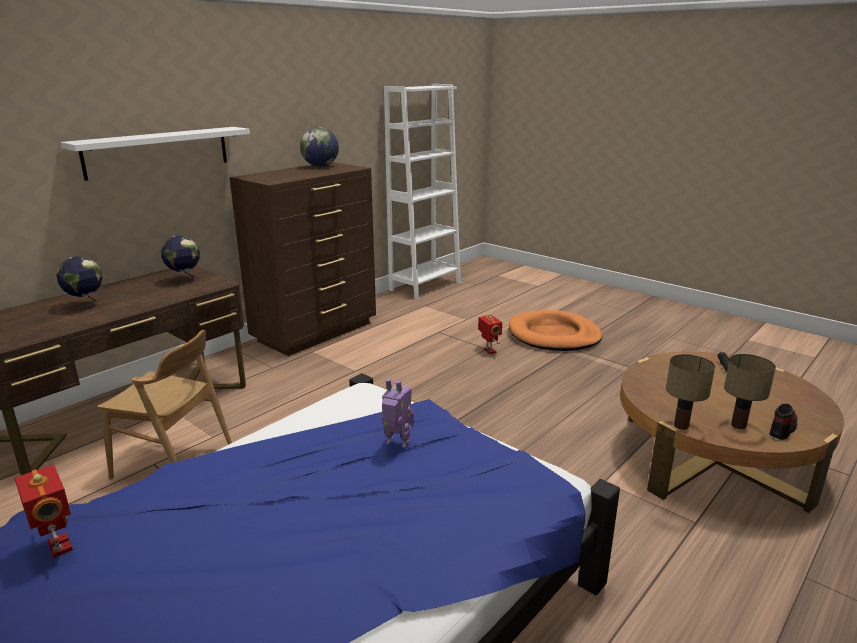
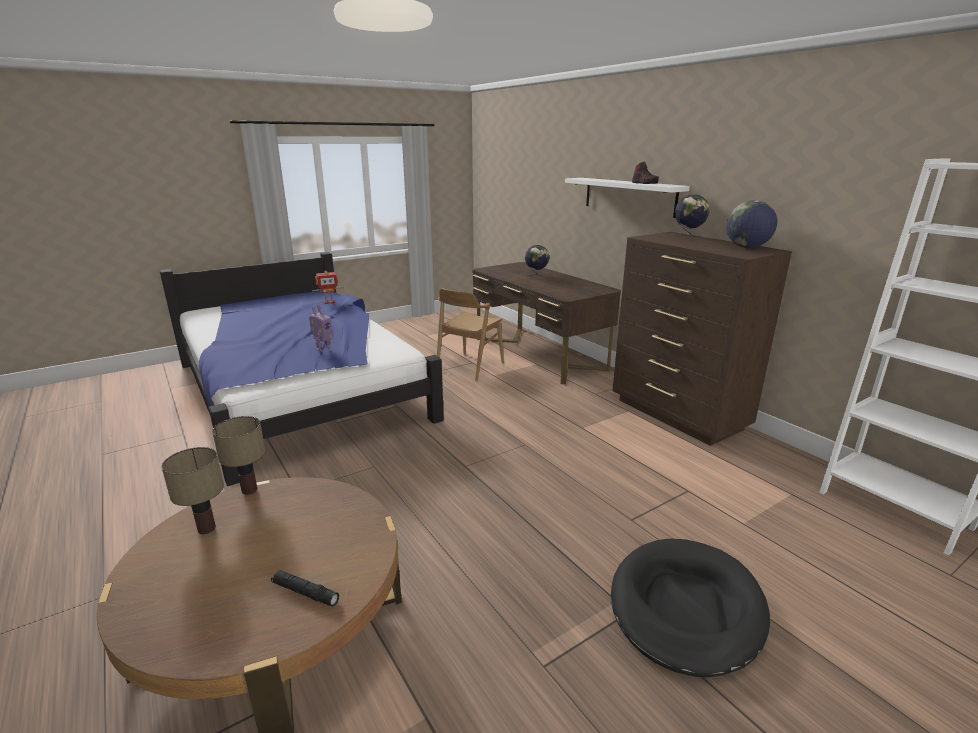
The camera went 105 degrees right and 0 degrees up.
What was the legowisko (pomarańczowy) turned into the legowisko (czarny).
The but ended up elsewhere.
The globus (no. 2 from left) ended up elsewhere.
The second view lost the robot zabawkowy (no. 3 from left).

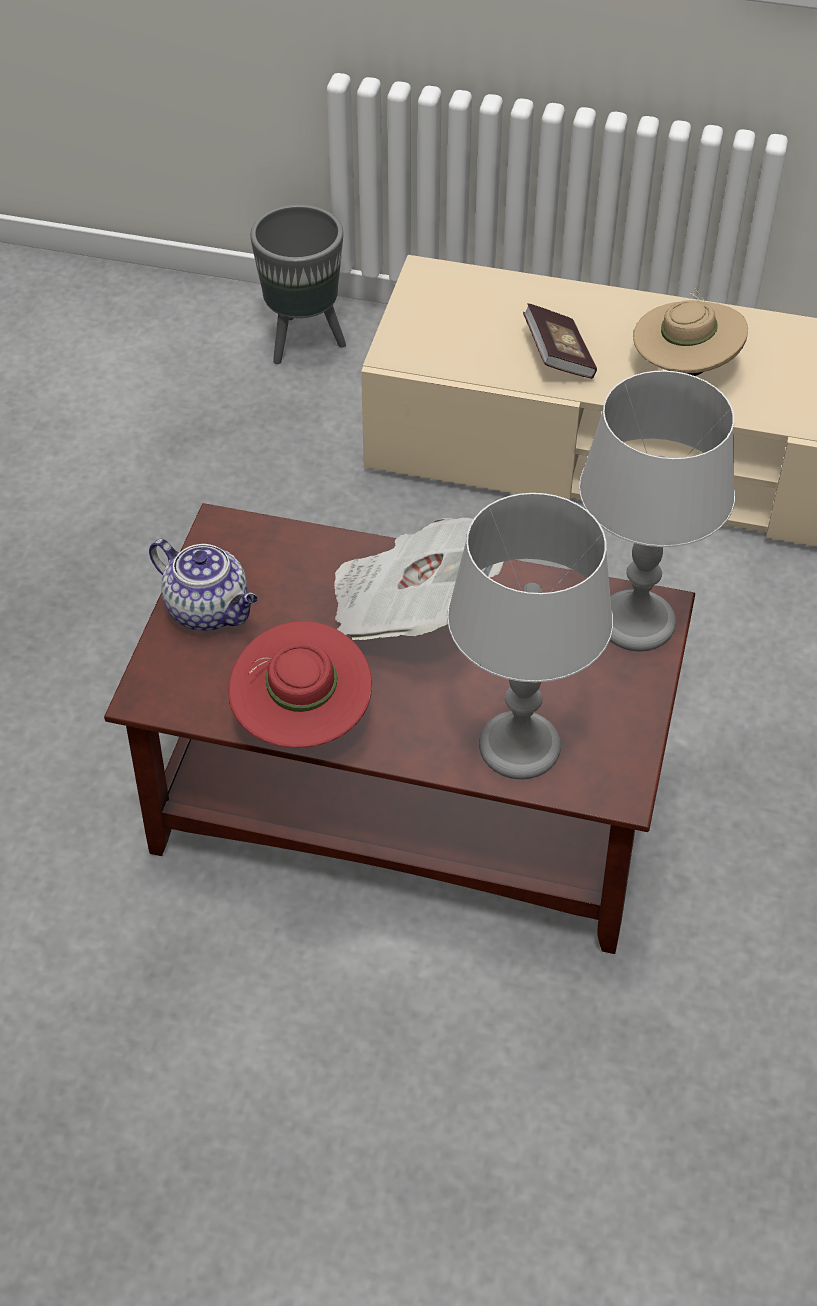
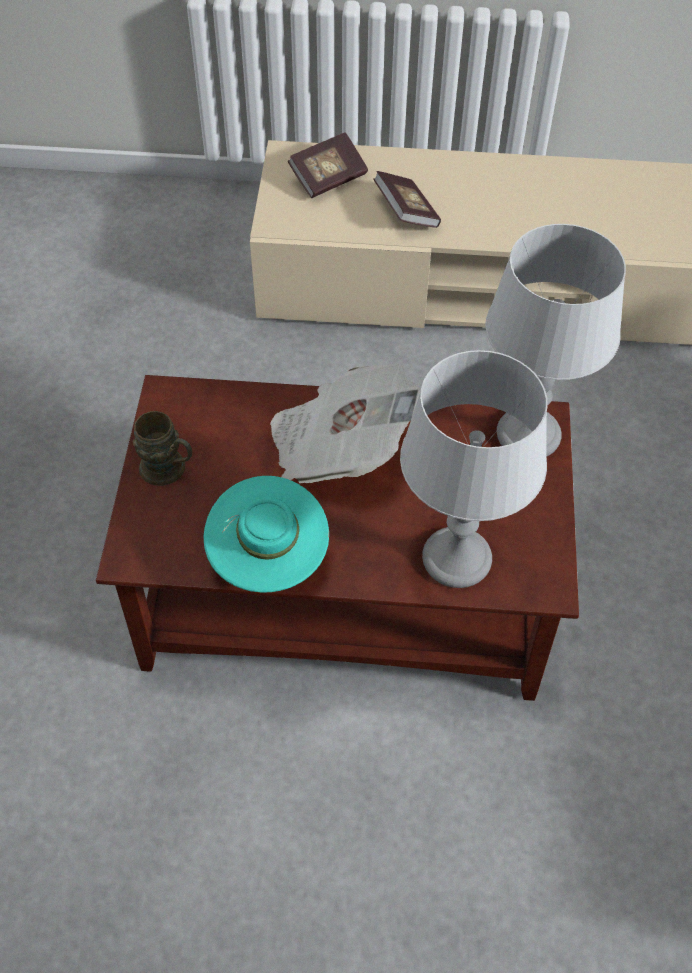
The camera went 10 degrees left and 5 degrees up.
Where the imbryk stood, the kubek (brązowy) came to stand.
What was the kapelusz (czerwony) turned into the kapelusz (turkusowy).
The second view gained the książka (no. 1 from left).
The second view lost the donica (szary).
The second view lost the kapelusz (beżowy).

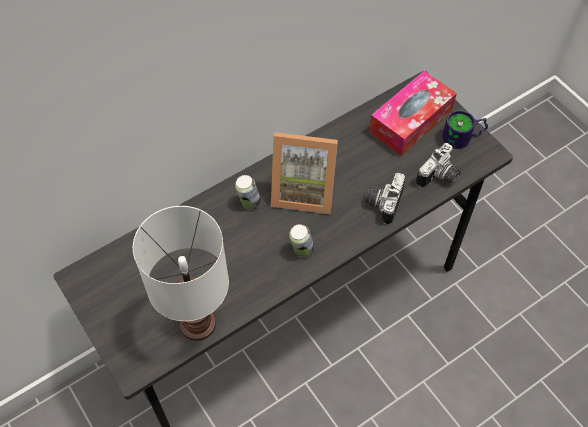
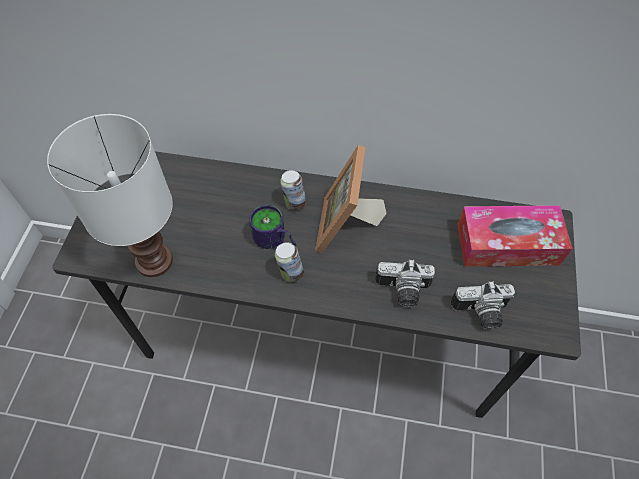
The camera went 45 degrees right and 0 degrees up.
The kubek ended up elsewhere.
The ramka na zdjęcie ended up facing another way, 45 degrees clockwise from before.
The aparat fotograficzny (no. 1 from left) ended up facing another way, 150 degrees counterclockwise from before.

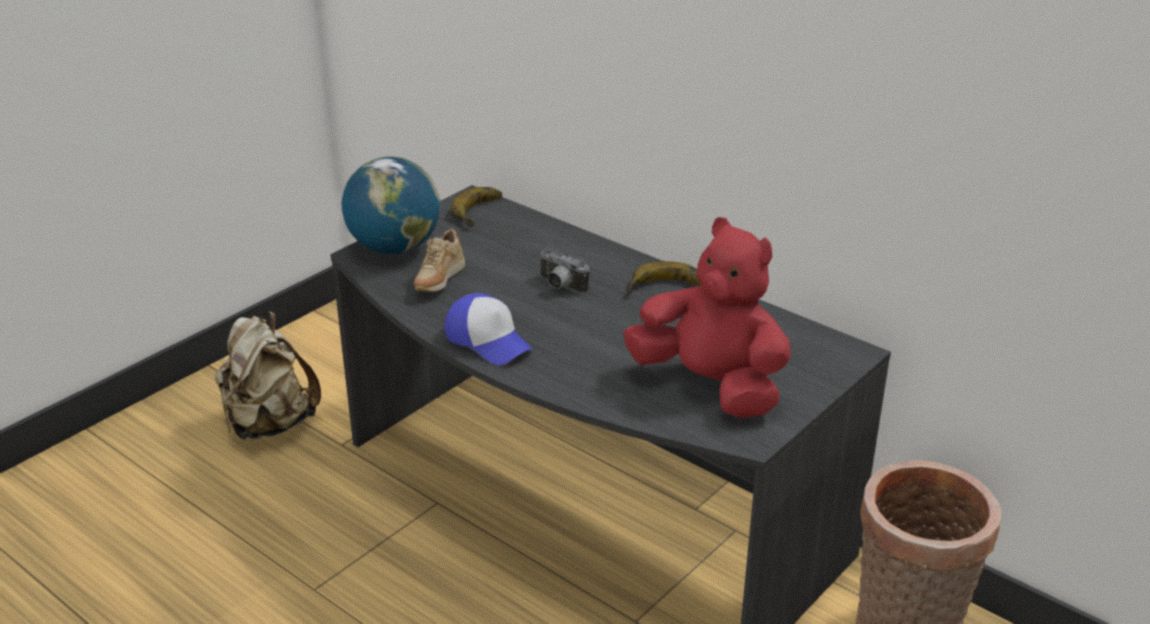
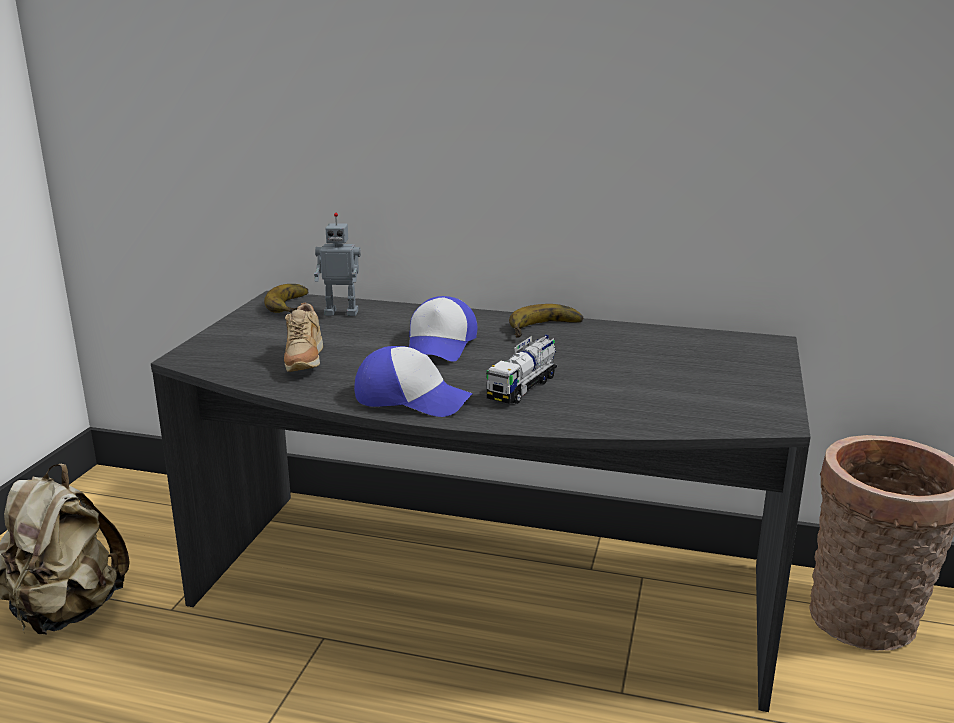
The camera went 25 degrees left and 10 degrees down.
The second view gained the robot zabawkowy.
Where the aparat fotograficzny stood, the czapka z daszkiem (no. 2 from left) came to stand.
The second view gained the ciężarówka zabawkowa.
The second view lost the globus.
The second view lost the pluszak (czerwony).

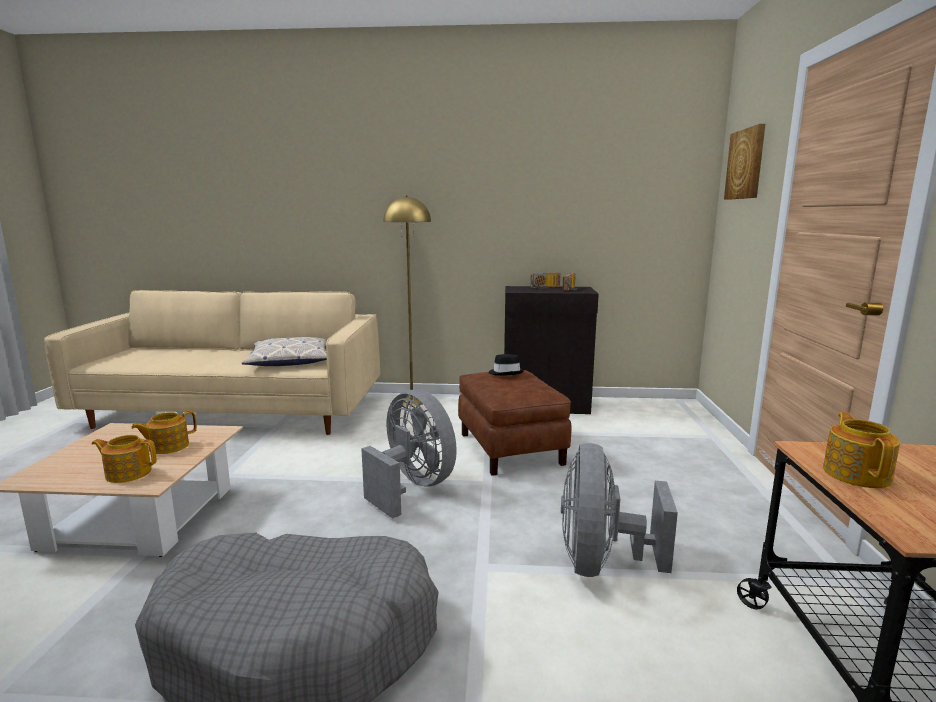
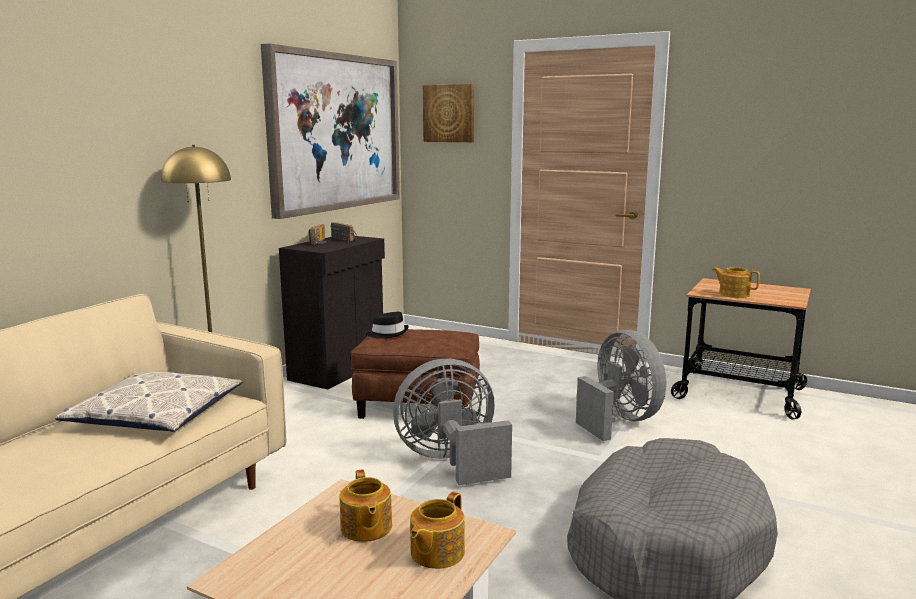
The camera went 65 degrees left and 0 degrees up.
The second view gained the obraz (no. 1 from left).
The wentylator (szary) (no. 2 from left) ended up facing another way, 150 degrees counterclockwise from before.

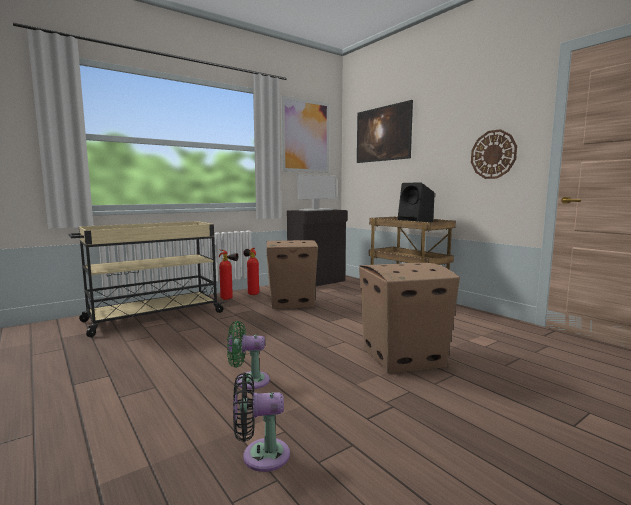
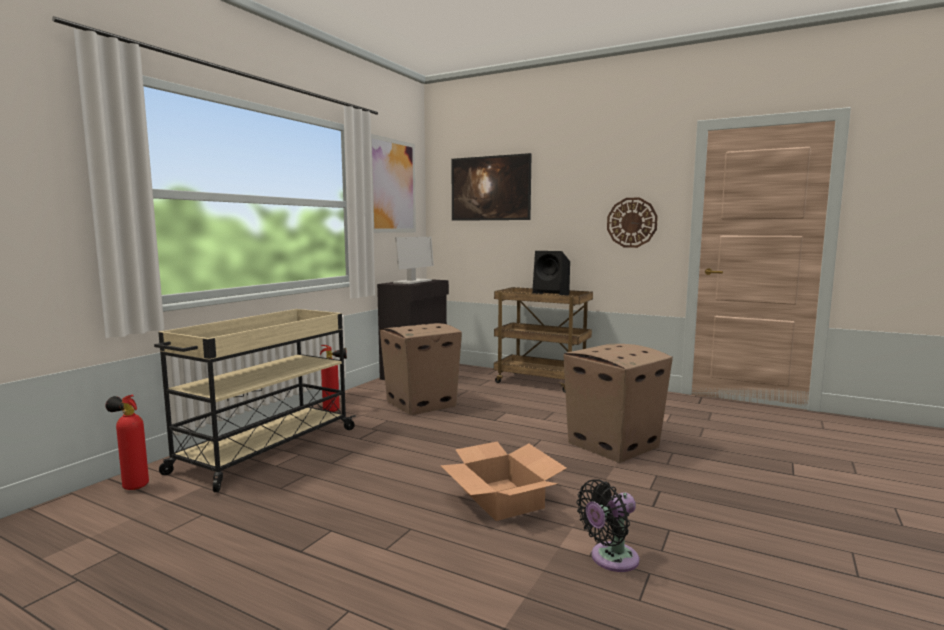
The camera went 25 degrees left and 0 degrees up.
The gaśnica (no. 2 from left in the first image) ended up elsewhere.
Where the wentylator (zielony) stood, the karton (no. 2 from left) came to stand.

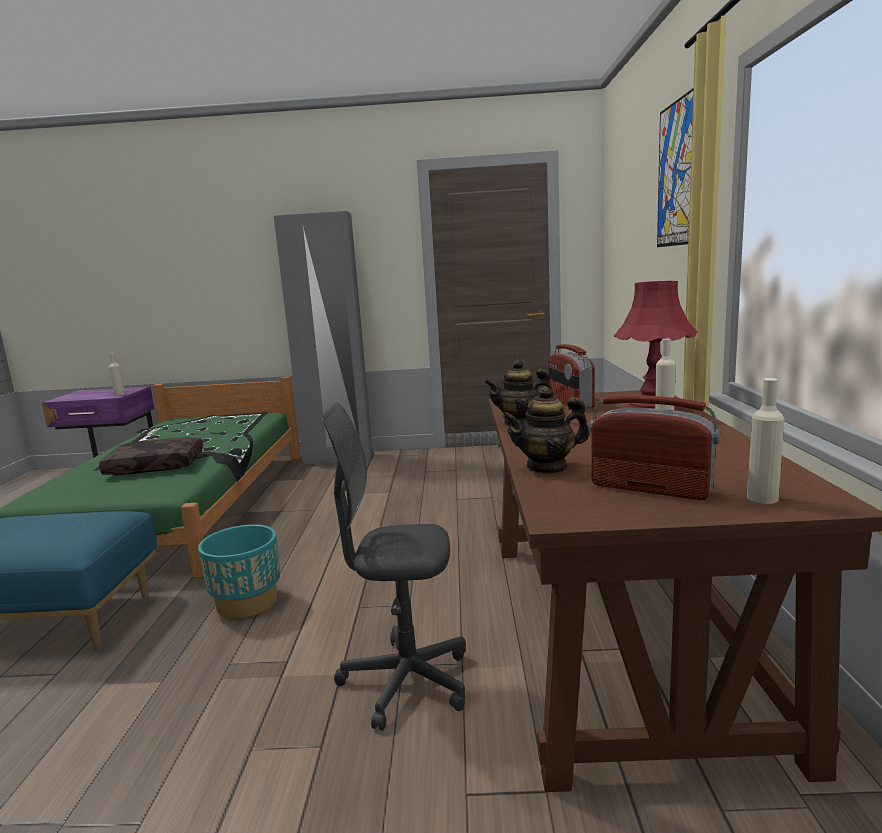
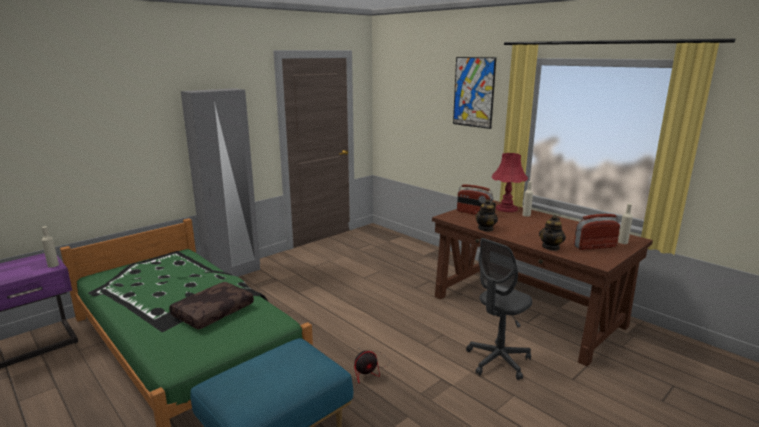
The camera went 45 degrees left and 5 degrees up.
Where the donica (turkusowy) stood, the wentylator came to stand.

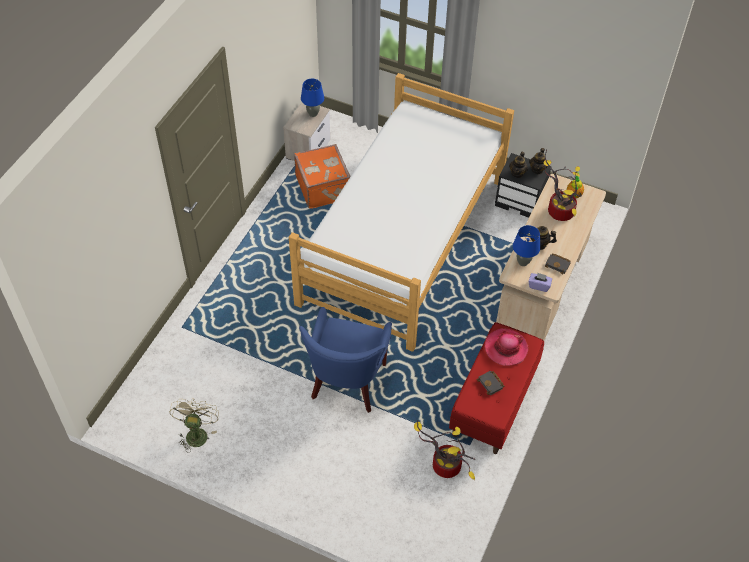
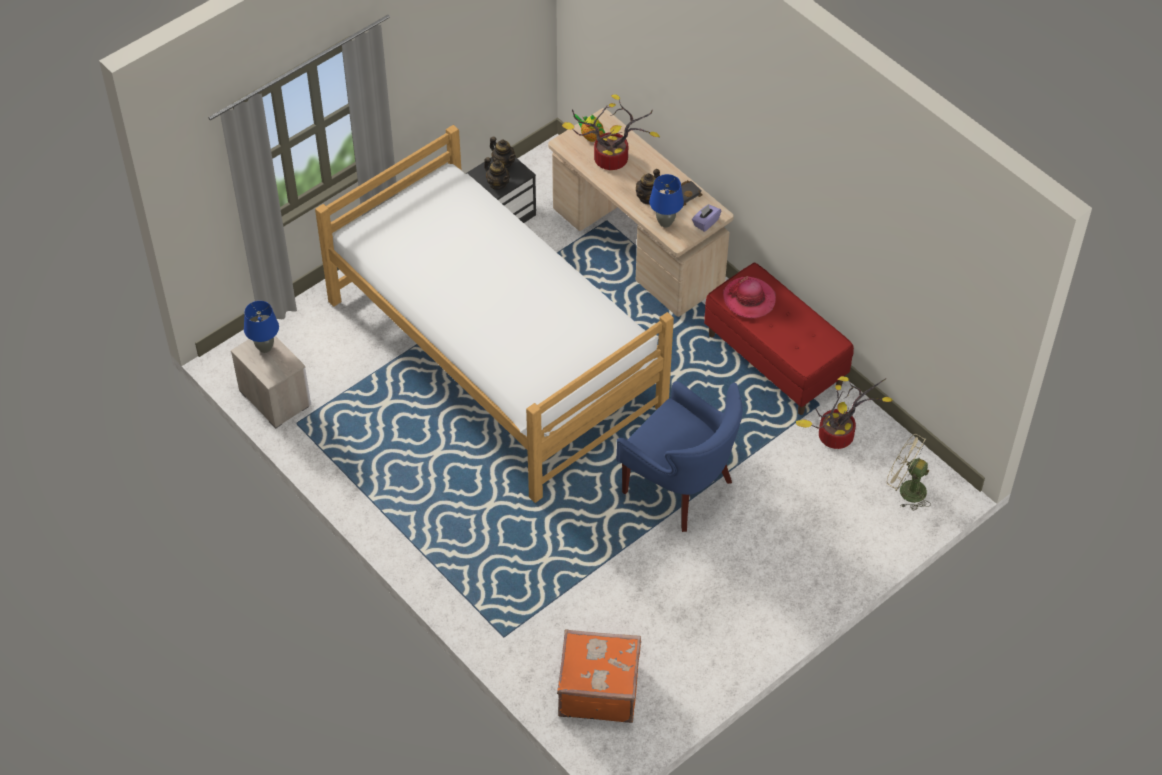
The camera went 65 degrees left and 0 degrees up.
The walizka (pomarańczowy) ended up elsewhere.
The wentylator (beżowy) ended up elsewhere.
The second view lost the książka (czarny) (no. 1 from left).

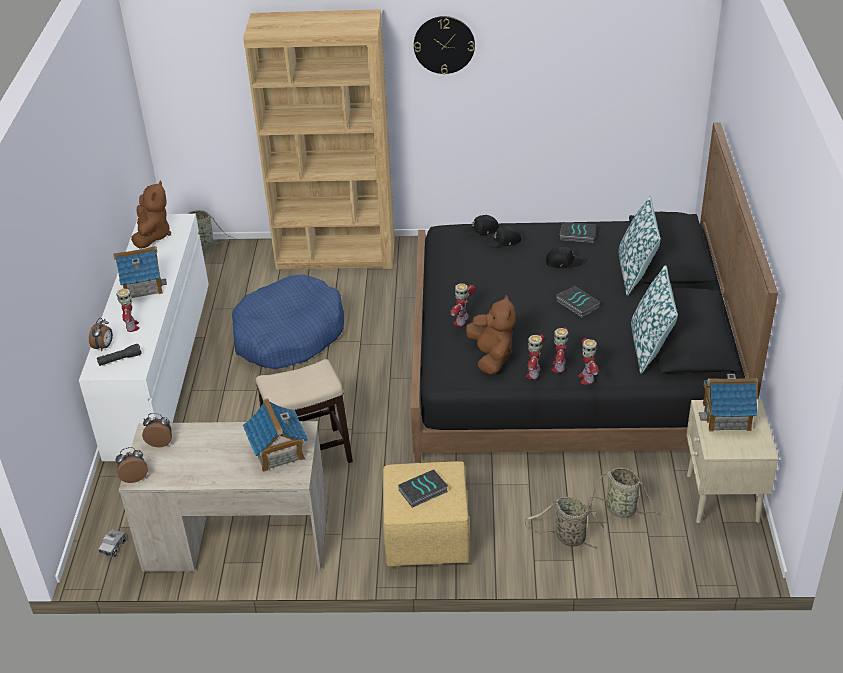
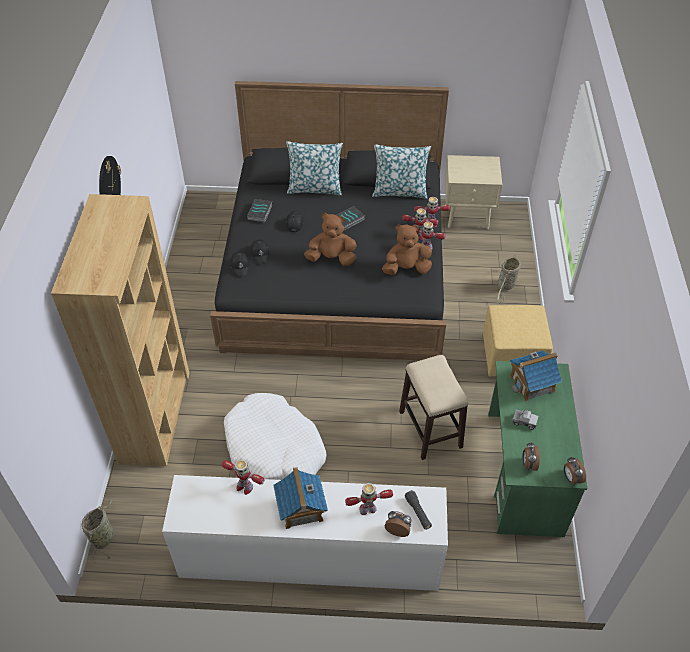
The camera went 90 degrees left and 10 degrees up.
The robot zabawkowy (no. 2 from left in the first image) ended up elsewhere.
What was the legowisko (niebieski) turned into the legowisko (biały).
The pluszak (brązowy) (no. 1 from left) ended up elsewhere.
What was the biurko (beżowy) turned into the biurko (zielony).
The ciężarówka zabawkowa ended up elsewhere.
The second view lost the książka (no. 1 from left).
The second view lost the koszyk (no. 3 from left).
The second view lost the domek (no. 3 from left).

